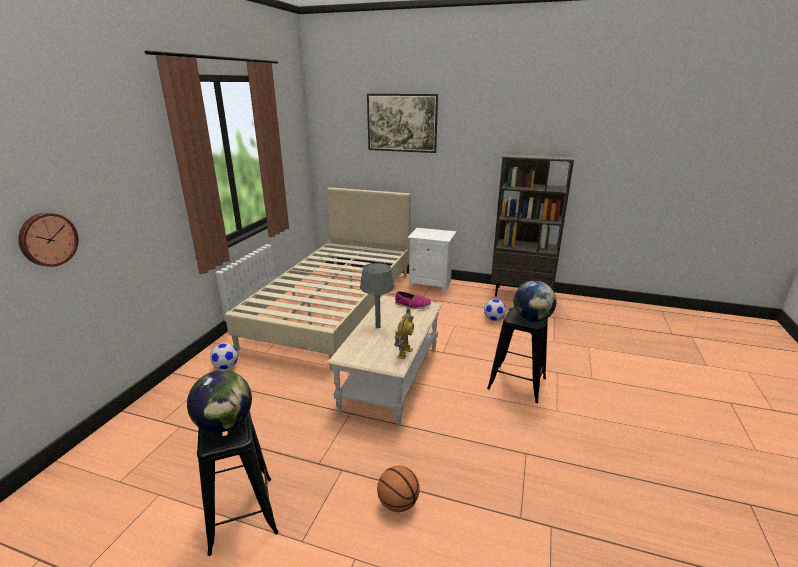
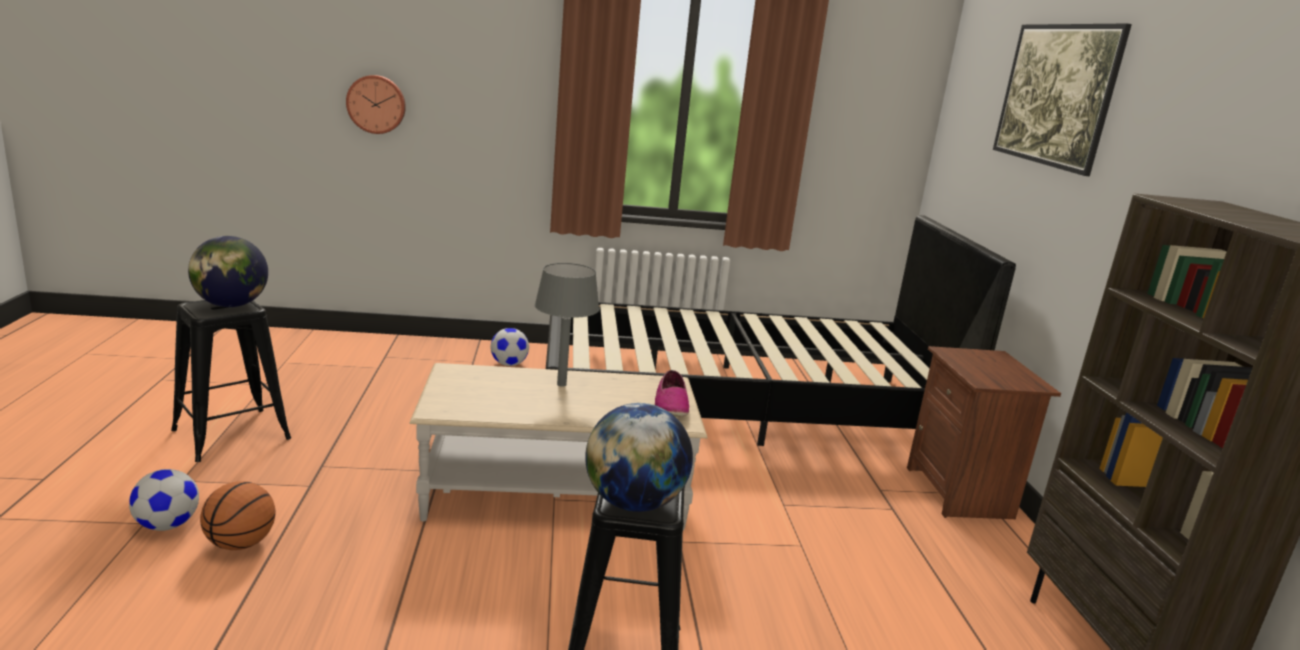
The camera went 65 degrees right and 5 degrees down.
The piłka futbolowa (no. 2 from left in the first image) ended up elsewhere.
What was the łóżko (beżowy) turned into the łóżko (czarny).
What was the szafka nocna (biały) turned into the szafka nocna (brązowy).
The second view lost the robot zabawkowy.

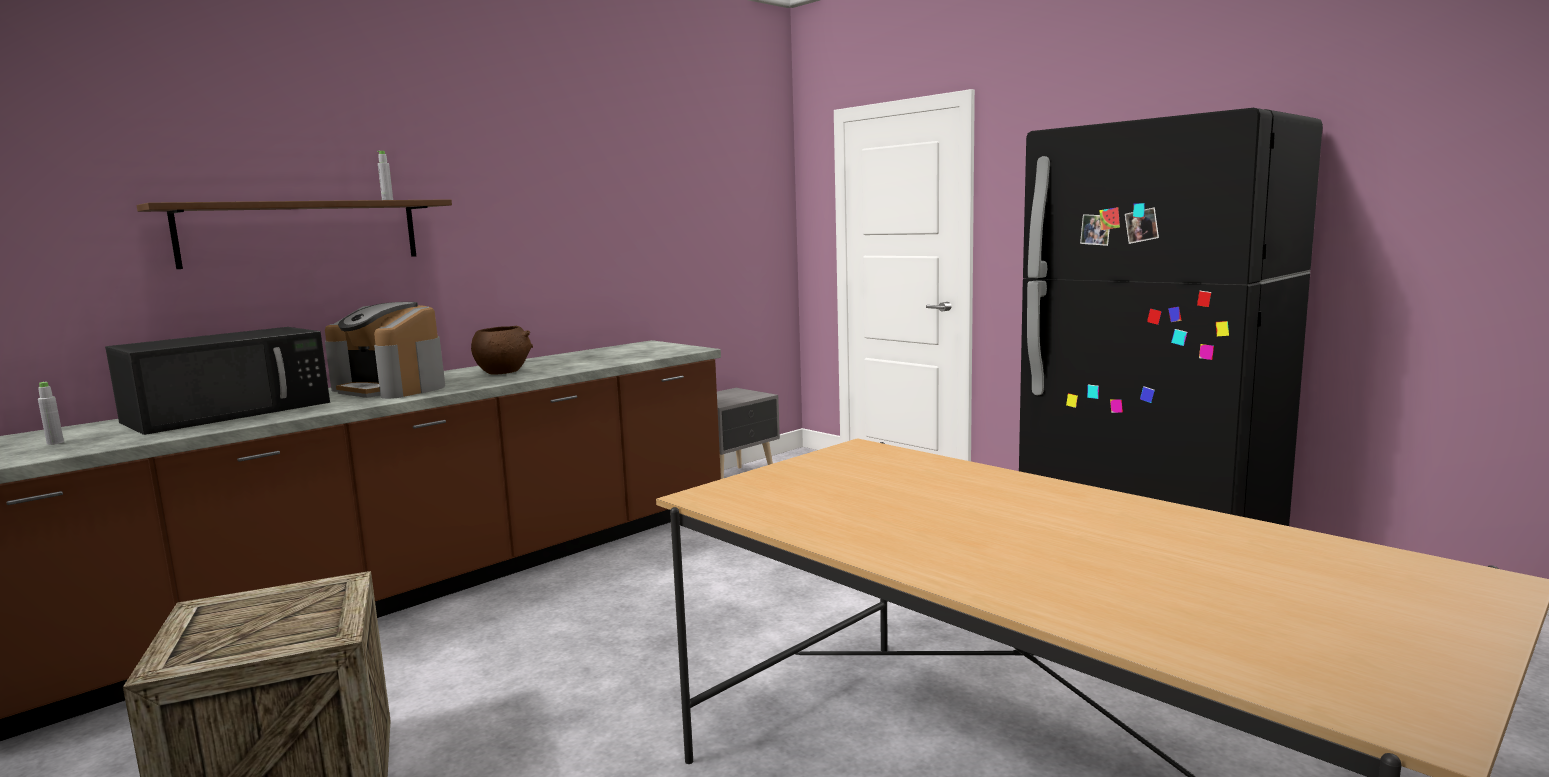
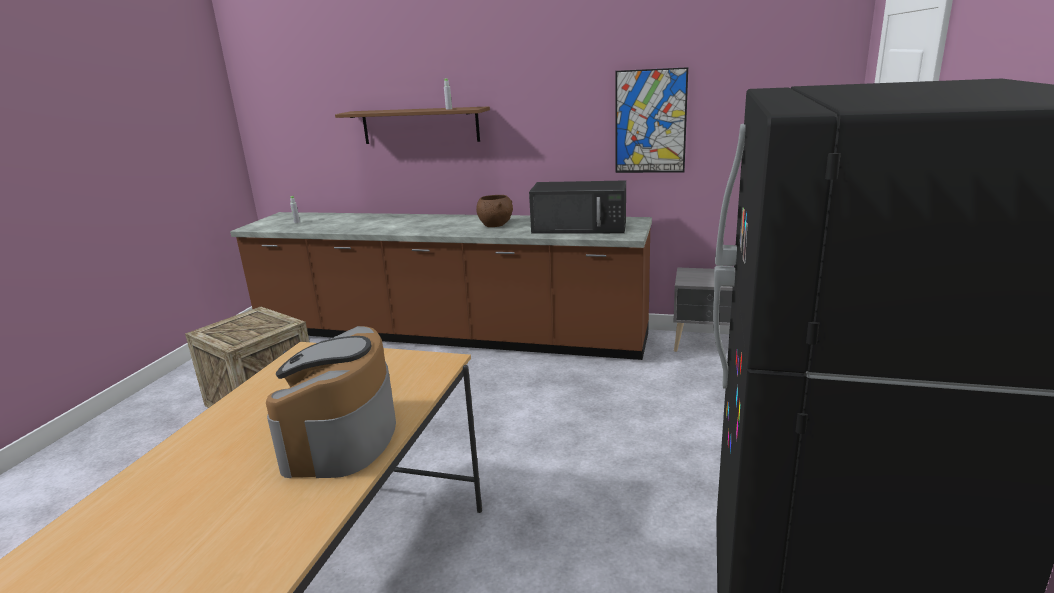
The camera went 60 degrees right and 10 degrees up.
The ekspres do kawy ended up elsewhere.
The mikrofalówka (czarny) ended up elsewhere.
The second view gained the obraz.

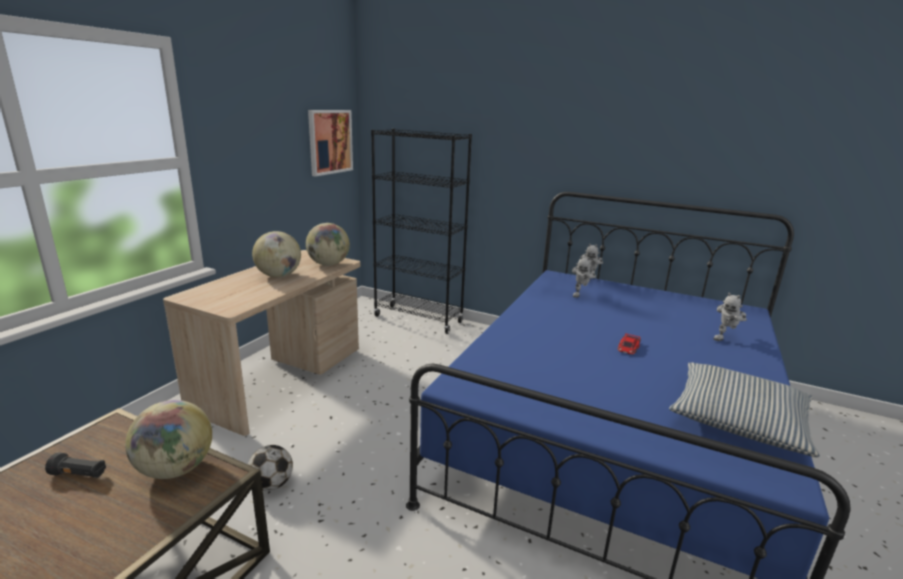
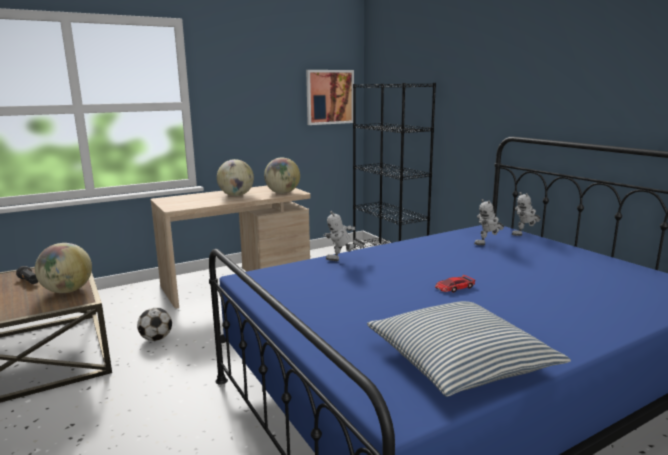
The camera went 35 degrees right and 5 degrees down.
The robot zabawkowy (no. 3 from left in the first image) ended up elsewhere.

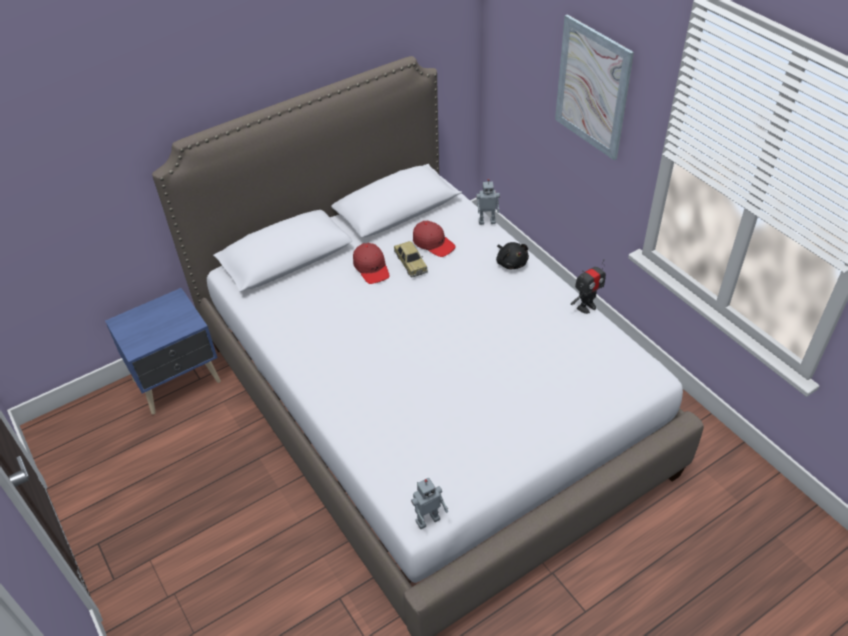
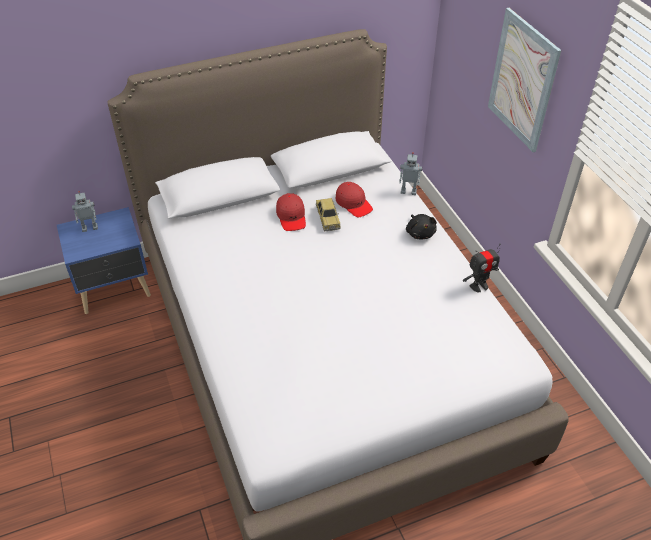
The camera went 10 degrees right and 0 degrees up.
The robot zabawkowy (no. 1 from left) ended up elsewhere.

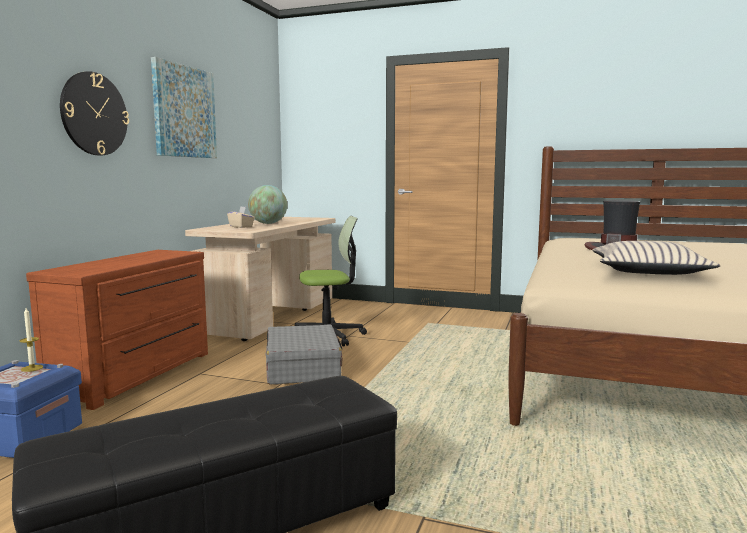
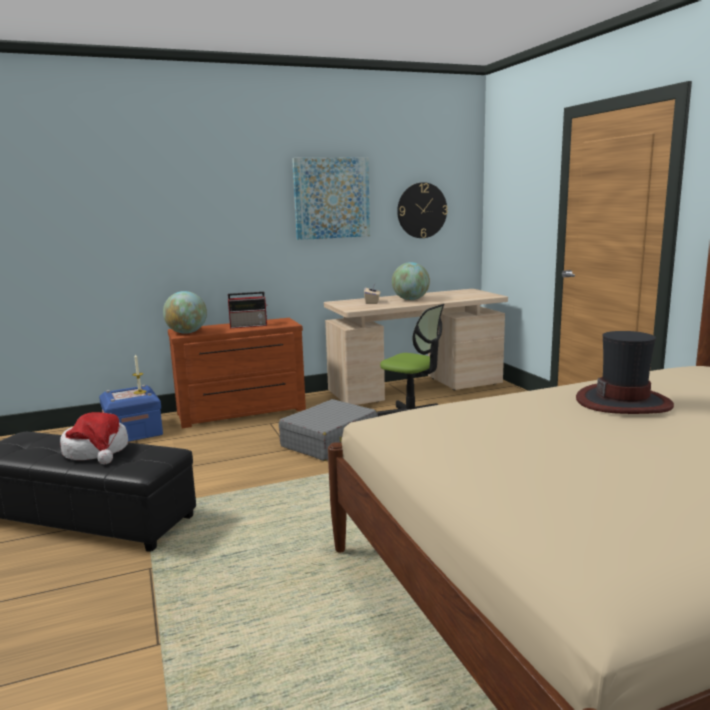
The camera went 50 degrees right and 5 degrees up.
The second view gained the kapelusz (no. 1 from left).
The second view gained the globus (no. 1 from left).
The second view gained the radio.
The zegar ścienny ended up elsewhere.
The second view lost the poduszka (beżowy).

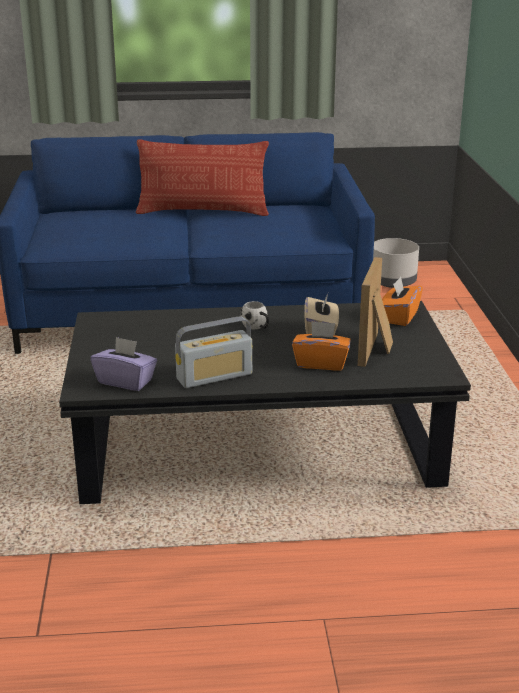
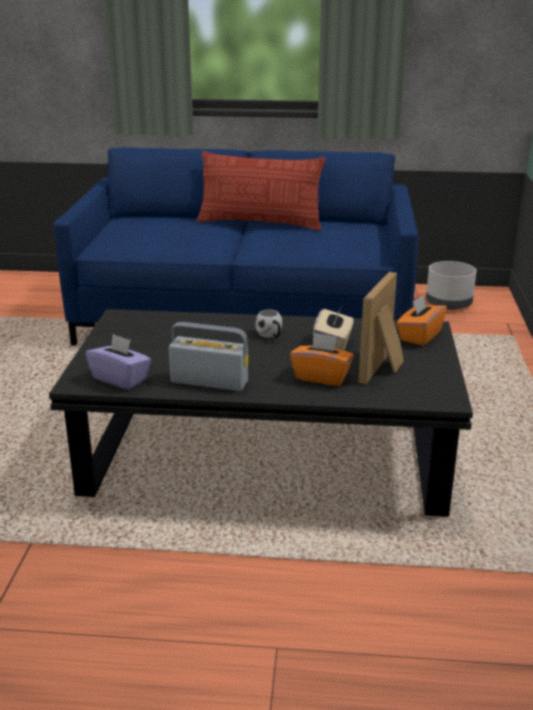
The camera went 10 degrees right and 0 degrees up.
The radio ended up facing another way, 150 degrees counterclockwise from before.

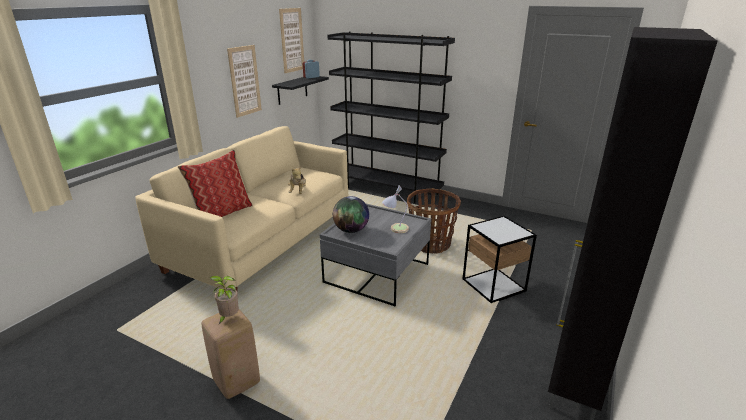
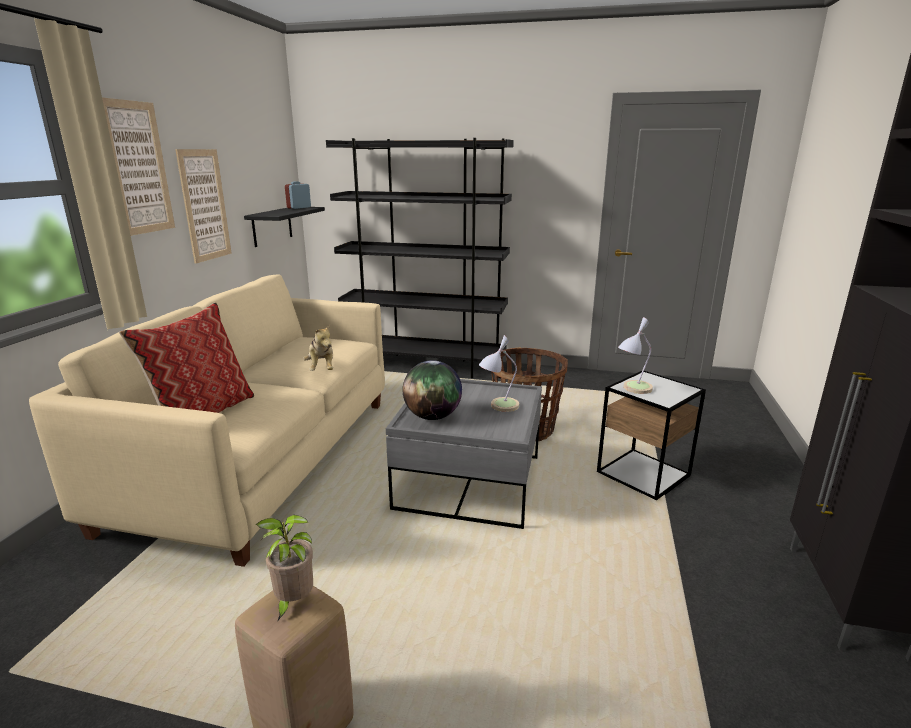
The camera went 15 degrees left and 5 degrees down.
The obraz (no. 2 from left in the first image) ended up elsewhere.
The second view gained the lampa stołowa (no. 2 from left).

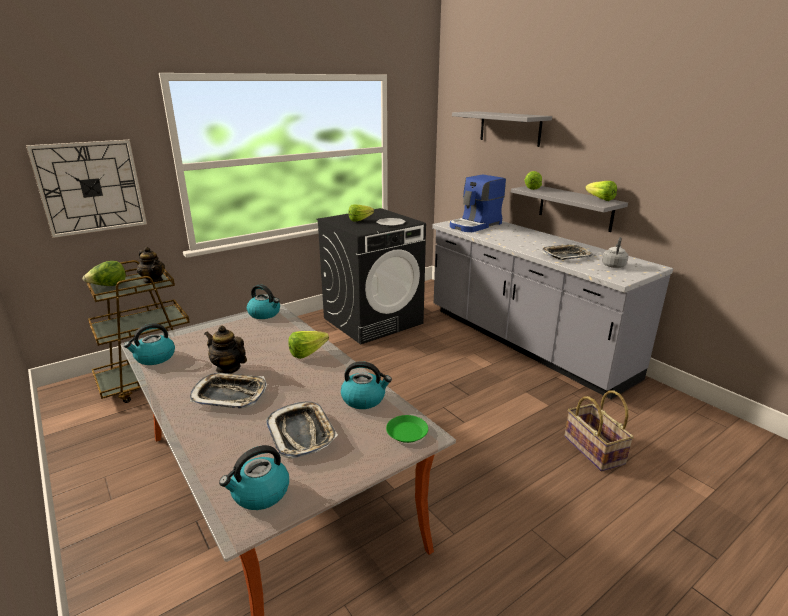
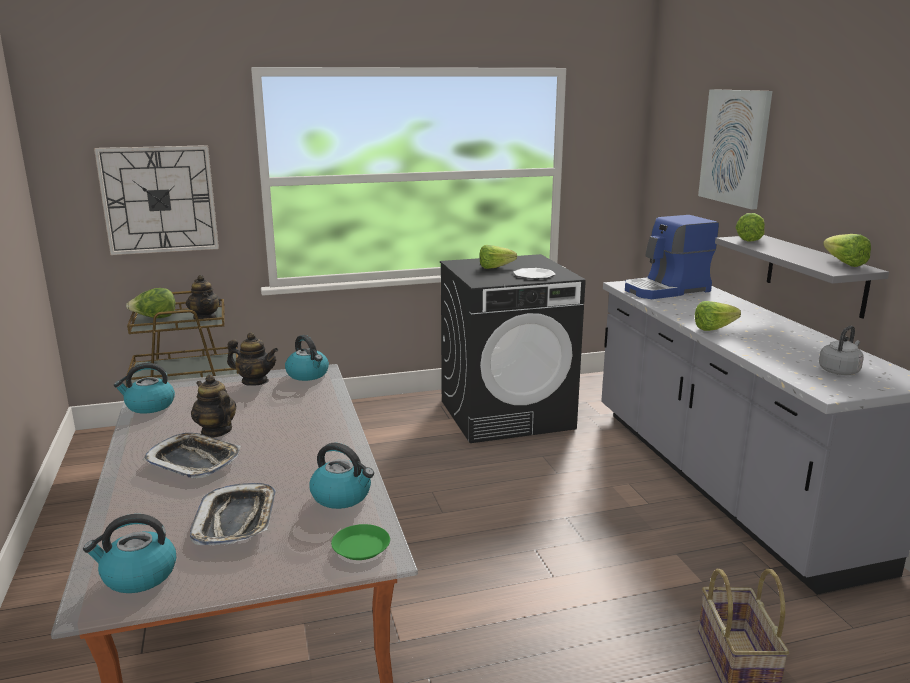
The camera went 20 degrees right and 5 degrees down.
The second view gained the imbryk (no. 3 from left).
The sałata (no. 2 from left in the first image) ended up elsewhere.
Where the półka (szary) (no. 1 from left) hung, the obraz came to hang.
The second view lost the taca (no. 3 from left).

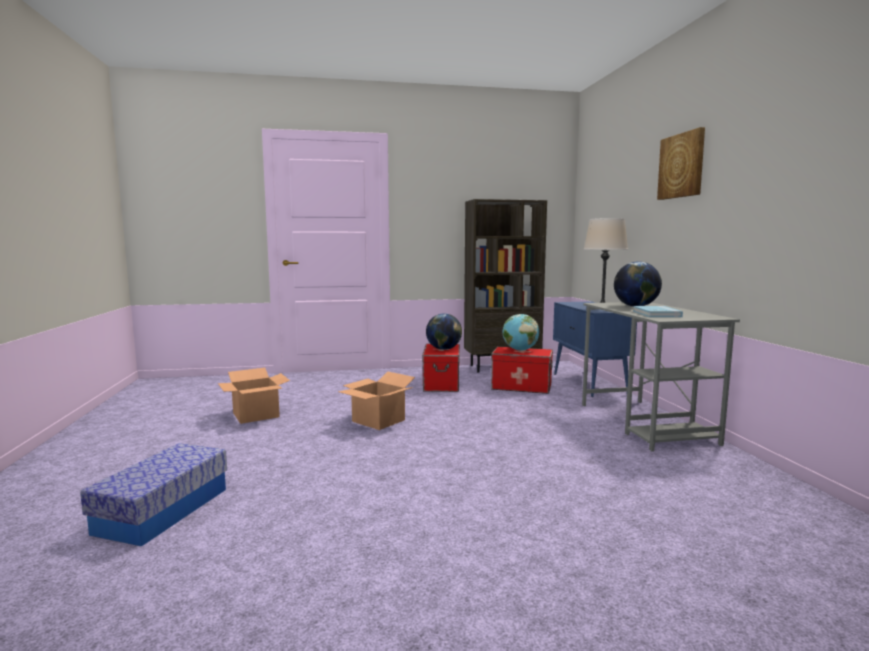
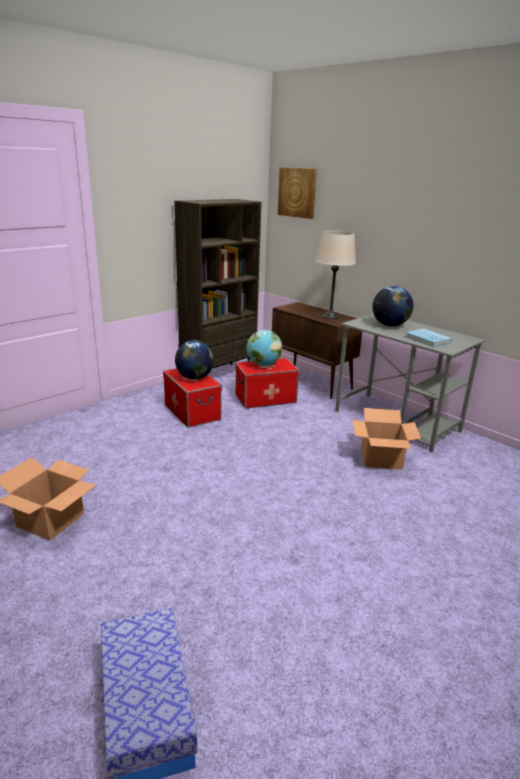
The camera went 35 degrees left and 15 degrees up.
What was the szafka (niebieski) turned into the szafka (brązowy).
The obraz ended up elsewhere.
The karton (no. 2 from left) ended up elsewhere.

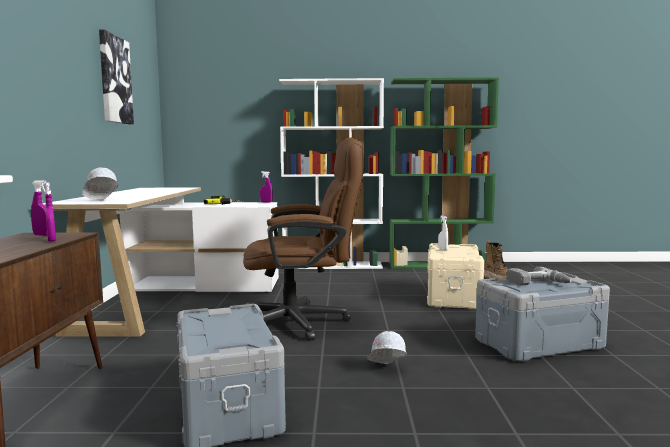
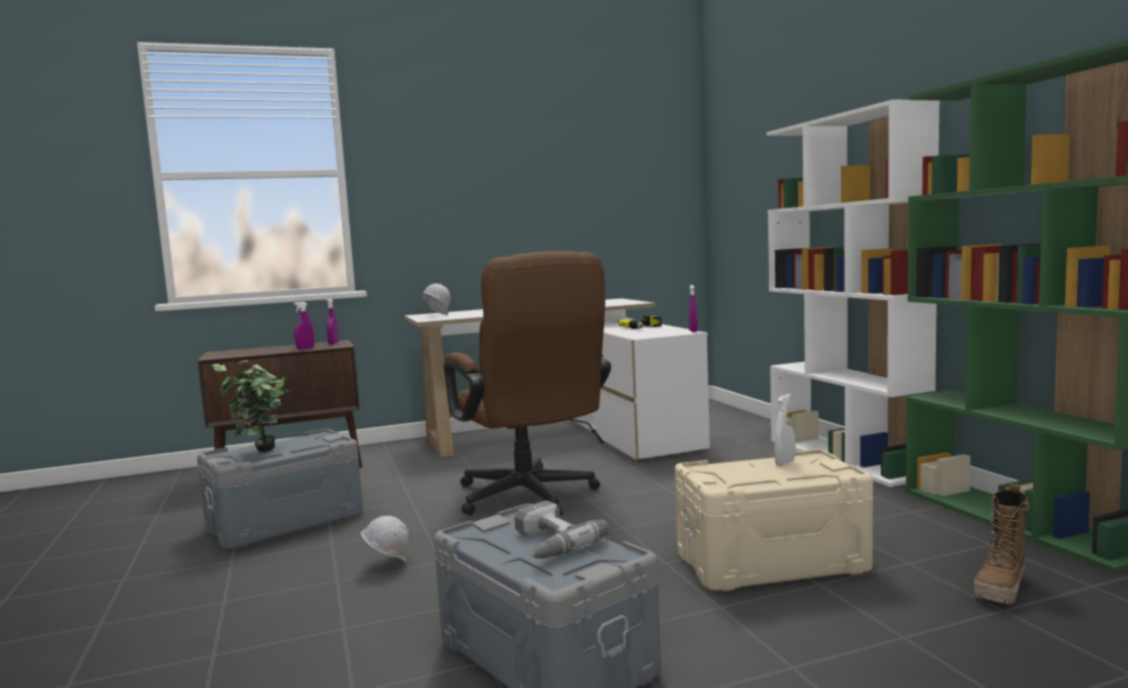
The camera went 70 degrees right and 0 degrees up.
The second view gained the roślina doniczkowa.
The second view lost the obraz.

